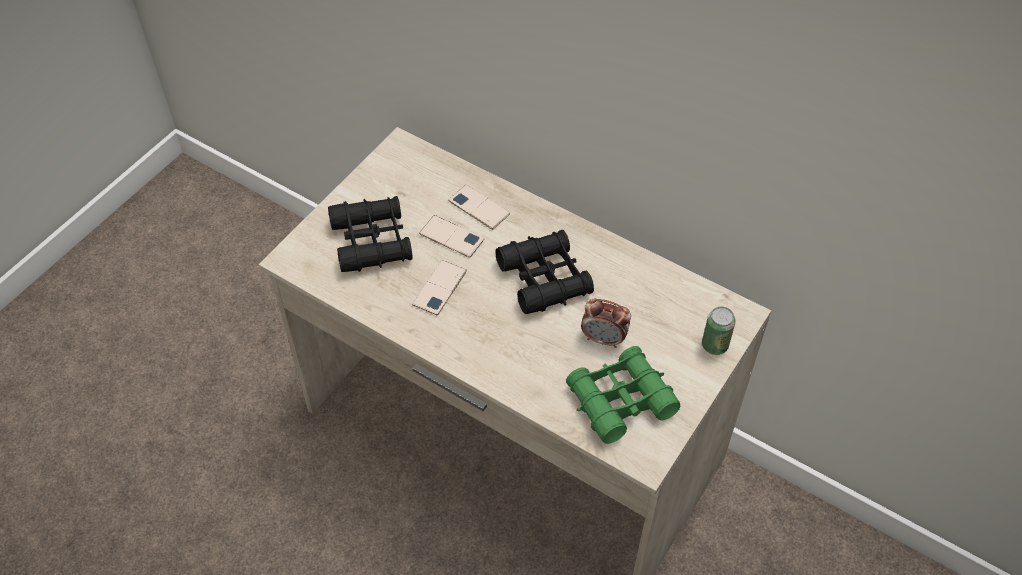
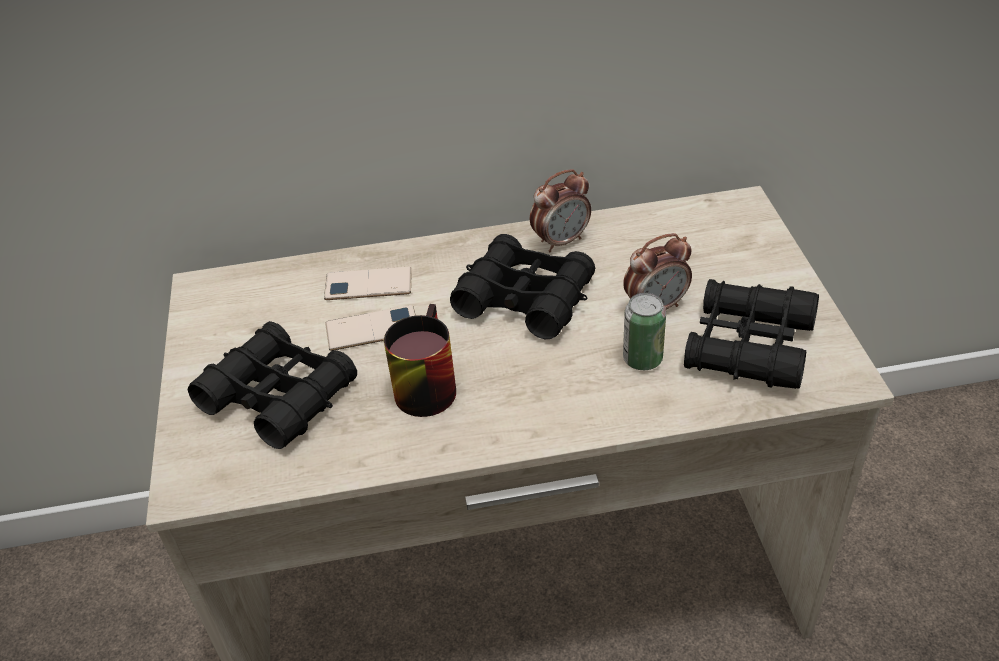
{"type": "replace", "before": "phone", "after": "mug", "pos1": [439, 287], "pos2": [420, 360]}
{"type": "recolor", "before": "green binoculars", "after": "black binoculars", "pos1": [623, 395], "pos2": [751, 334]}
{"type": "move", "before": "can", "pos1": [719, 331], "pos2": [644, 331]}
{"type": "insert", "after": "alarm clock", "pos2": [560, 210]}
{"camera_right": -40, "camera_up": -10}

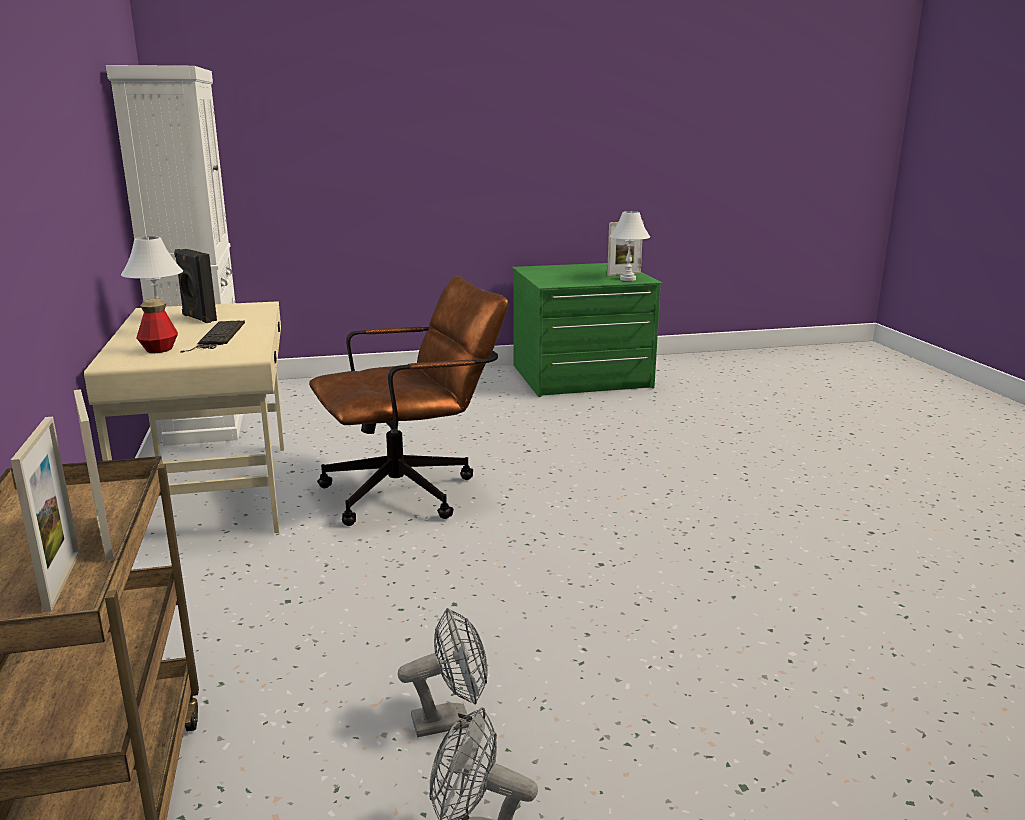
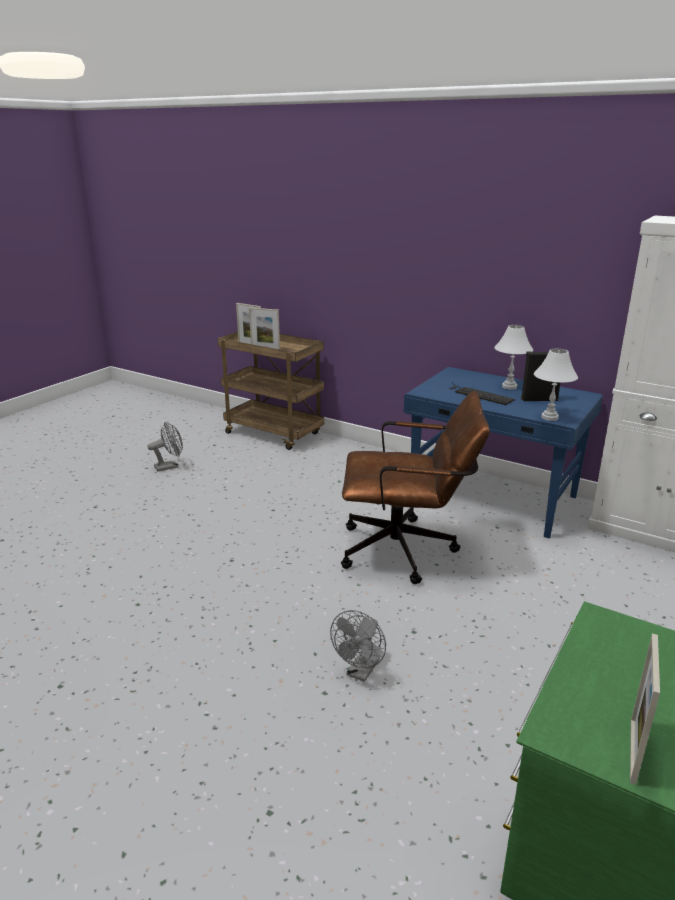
{"type": "recolor", "before": "beige desk", "after": "blue desk", "pos1": [184, 417], "pos2": [503, 453]}
{"type": "delete", "before": "bottle", "pos1": [157, 325]}
{"type": "rotate", "before": "brown office chair", "pos1": [409, 401], "pos2": [415, 487], "turn": -105}
{"type": "move", "before": "grey fan", "pos1": [443, 672], "pos2": [358, 646]}
{"type": "move", "before": "white table lamp", "pos1": [630, 246], "pos2": [556, 385]}
{"camera_right": 135, "camera_up": 5}

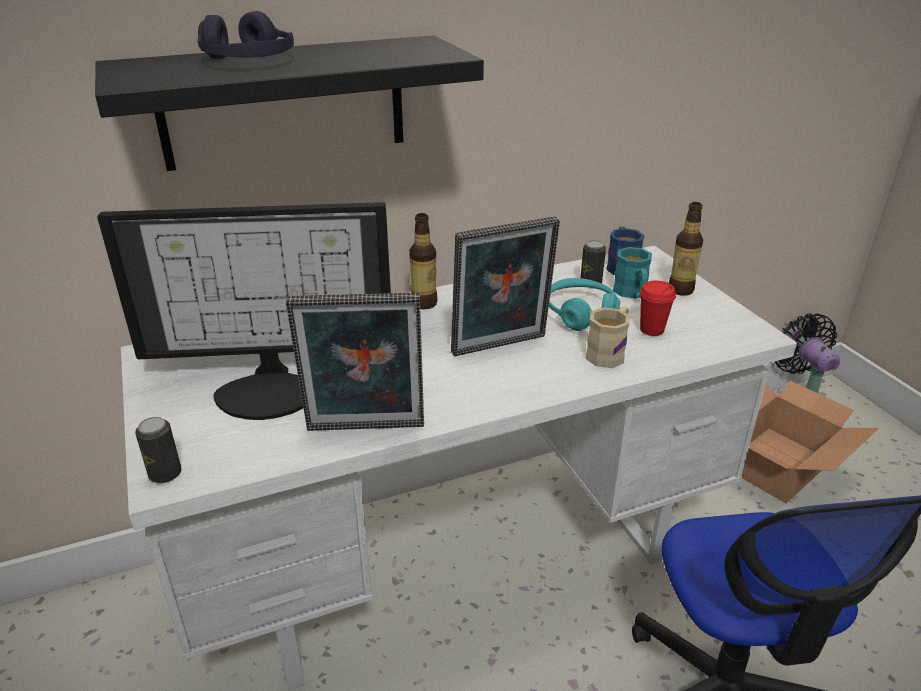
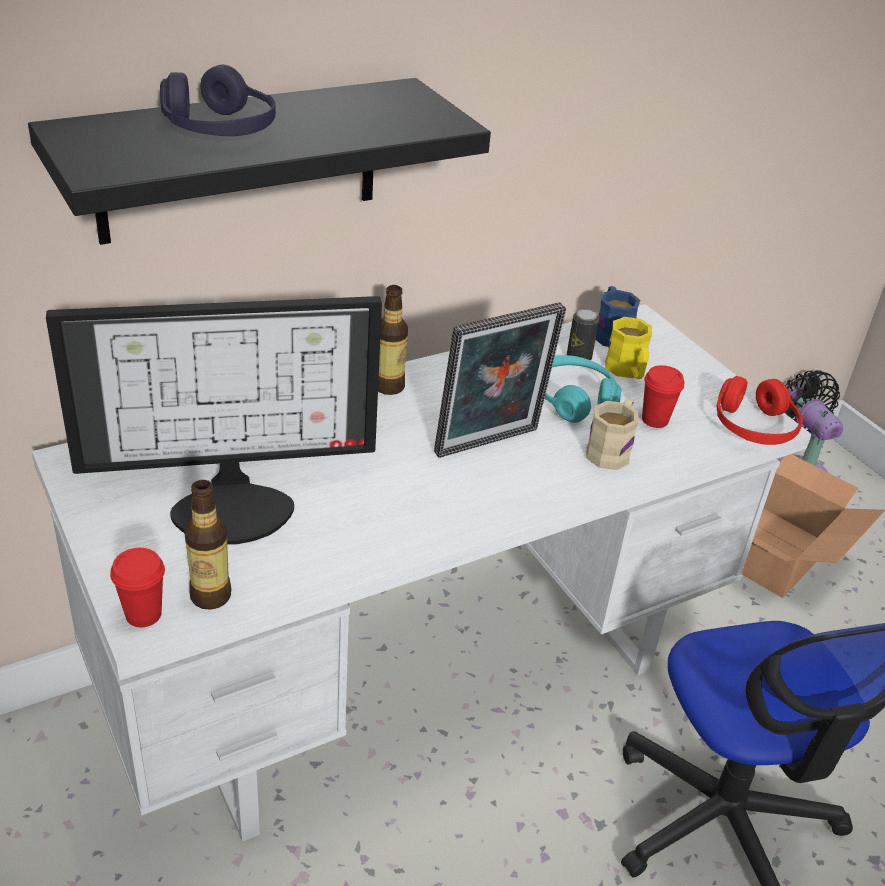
{"type": "replace", "before": "can", "after": "red cup", "pos1": [158, 450], "pos2": [137, 587]}
{"type": "delete", "before": "picture frame", "pos1": [355, 362]}
{"type": "recolor", "before": "turquoise mug", "after": "yellow mug", "pos1": [632, 272], "pos2": [628, 348]}
{"type": "move", "before": "bottle", "pos1": [686, 249], "pos2": [207, 545]}
{"type": "insert", "after": "red headphones", "pos2": [760, 410]}
{"camera_right": -10, "camera_up": 5}

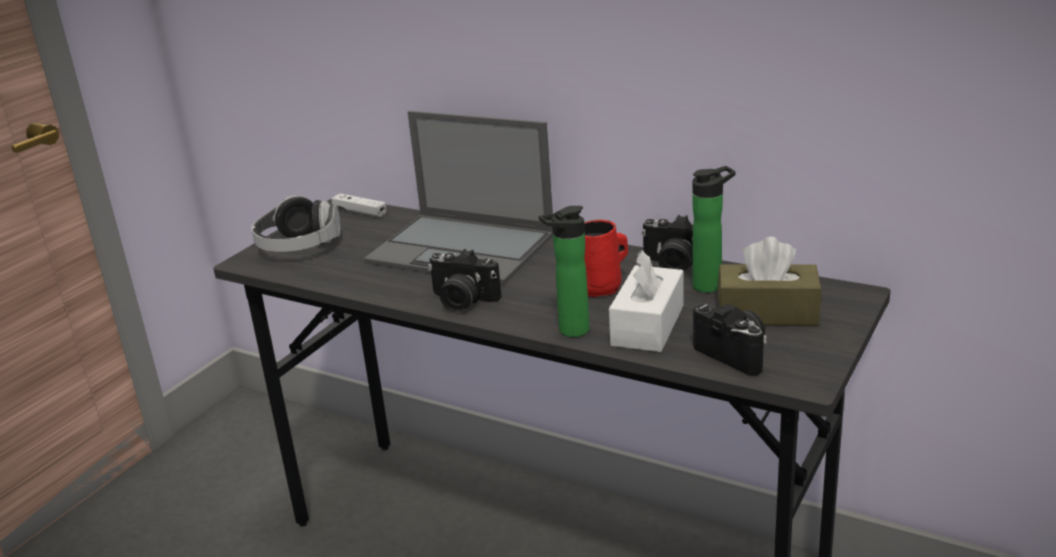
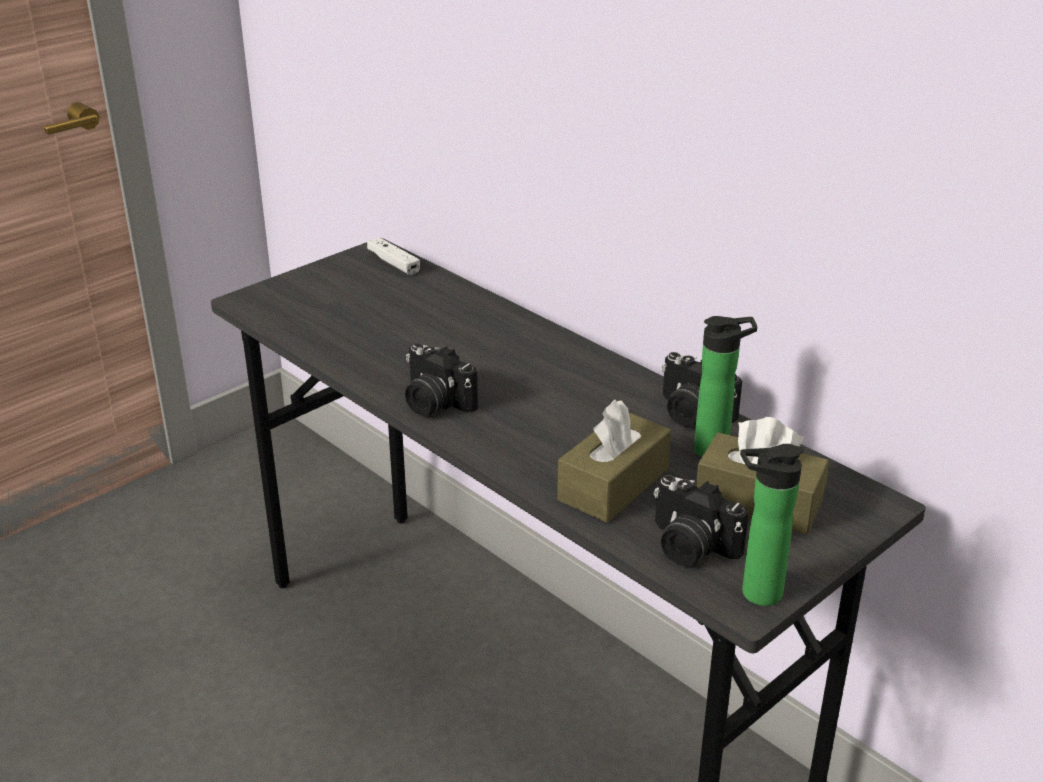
{"type": "delete", "before": "headphones", "pos1": [295, 223]}
{"type": "delete", "before": "laptop", "pos1": [458, 198]}
{"type": "move", "before": "bottle", "pos1": [563, 271], "pos2": [772, 525]}
{"type": "delete", "before": "red mug", "pos1": [606, 258]}
{"type": "recolor", "before": "white tissue box", "after": "brown tissue box", "pos1": [646, 301], "pos2": [614, 461]}
{"type": "rotate", "before": "photo camera", "pos1": [730, 339], "pos2": [701, 520], "turn": 150}
{"camera_right": 15, "camera_up": 5}

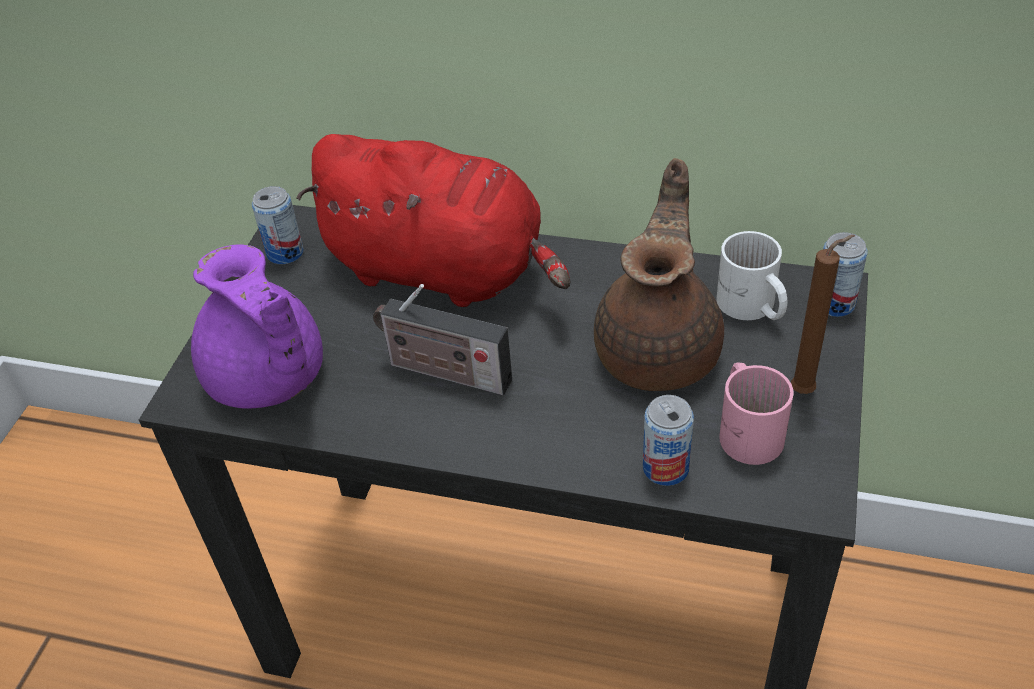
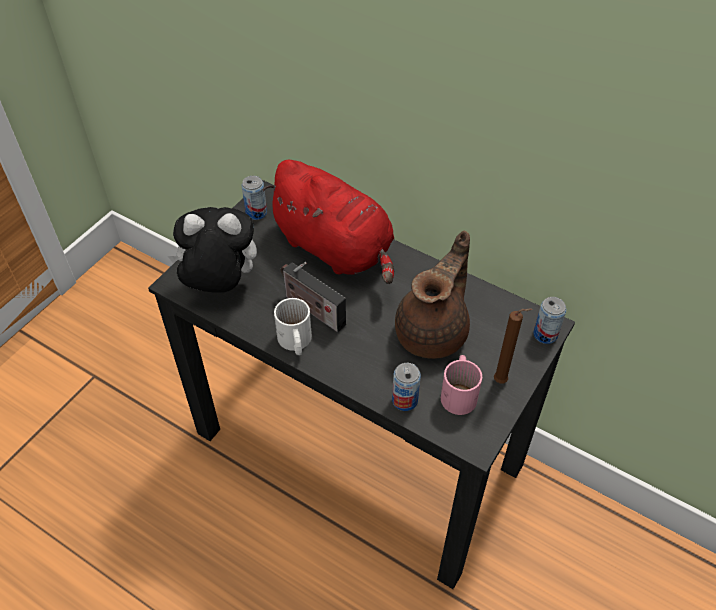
{"type": "replace", "before": "purple teapot", "after": "plush toy", "pos1": [257, 326], "pos2": [212, 250]}
{"type": "move", "before": "white mug", "pos1": [752, 275], "pos2": [293, 326]}
{"camera_right": 15, "camera_up": 5}

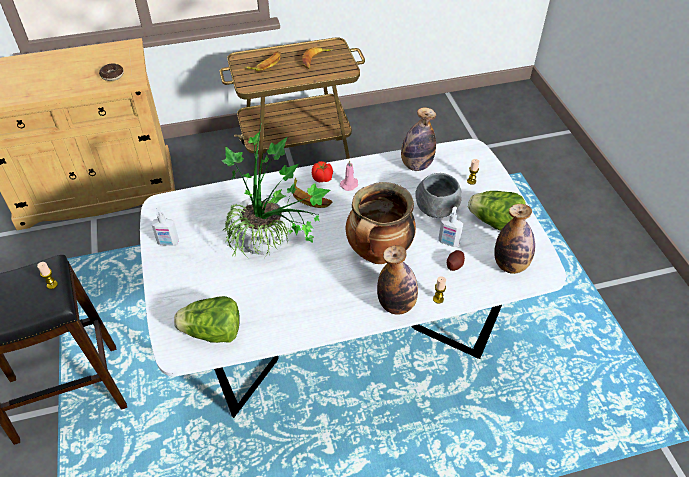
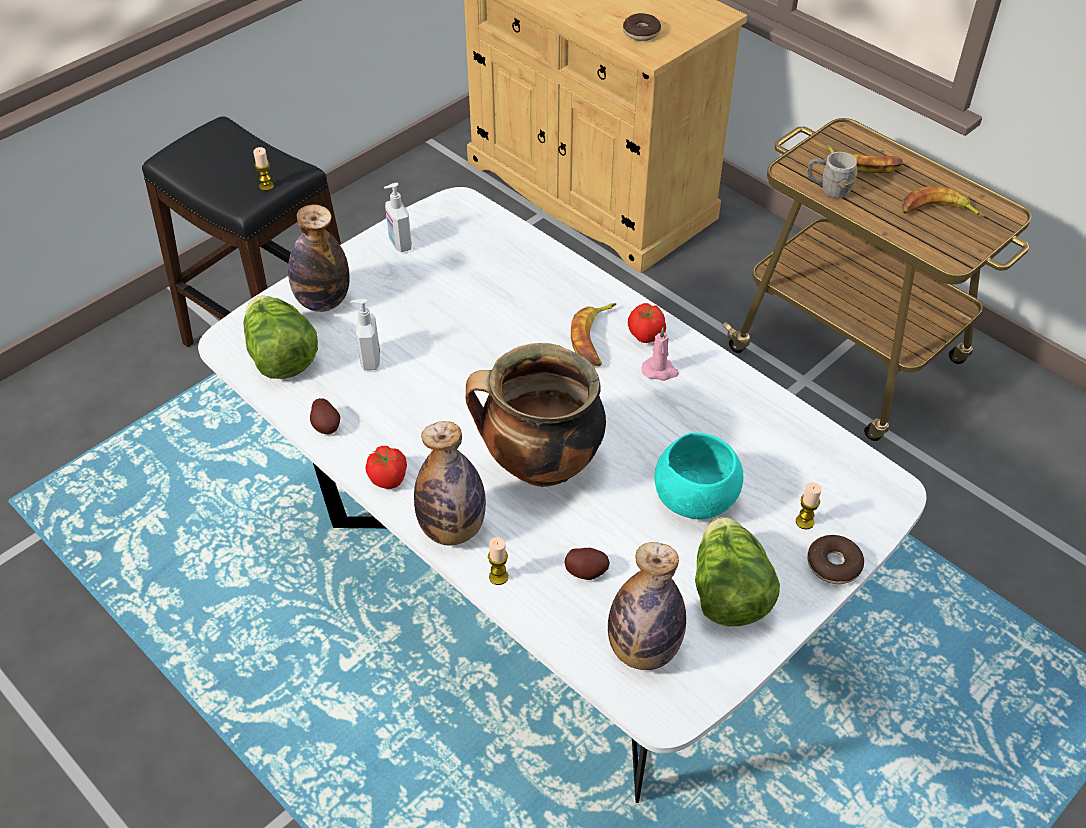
{"type": "delete", "before": "potted plant", "pos1": [276, 190]}
{"type": "move", "before": "bottle", "pos1": [418, 139], "pos2": [319, 258]}
{"type": "recolor", "before": "grey bowl", "after": "turquoise bowl", "pos1": [439, 195], "pos2": [699, 476]}
{"type": "move", "before": "soap dispenser", "pos1": [450, 227], "pos2": [365, 334]}
{"type": "insert", "after": "potato", "pos2": [325, 416]}
{"type": "insert", "after": "tomato", "pos2": [386, 467]}
{"type": "insert", "after": "grey mug", "pos2": [832, 175]}
{"type": "insert", "after": "donut", "pos2": [835, 559]}
{"camera_right": 60, "camera_up": 0}

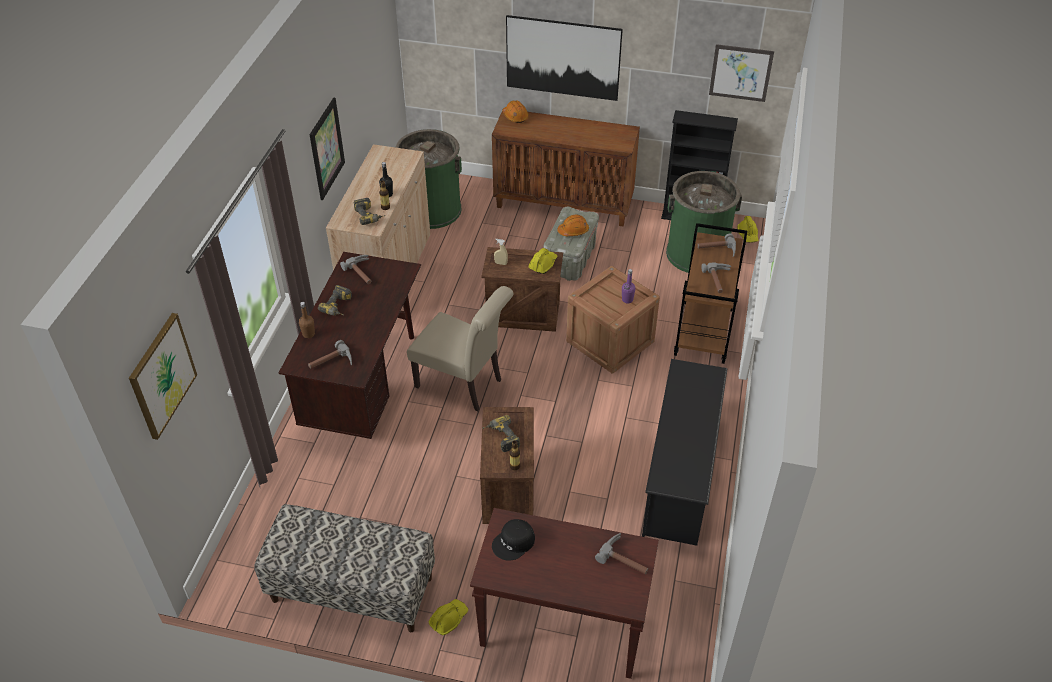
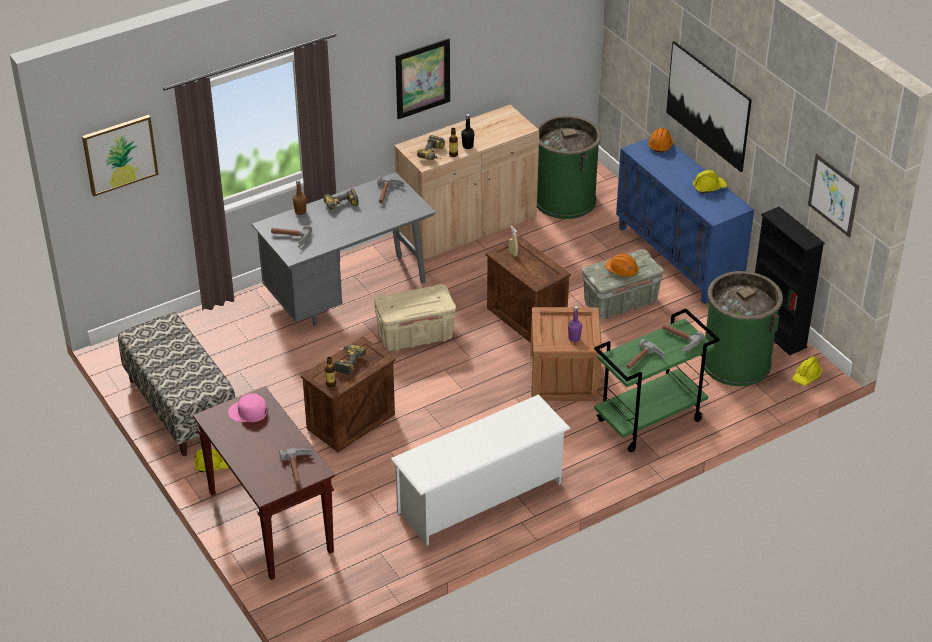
{"type": "recolor", "before": "brown desk", "after": "grey desk", "pos1": [350, 345], "pos2": [344, 248]}
{"type": "replace", "before": "beige chair", "after": "beige storage box", "pos1": [460, 348], "pos2": [415, 317]}
{"type": "recolor", "before": "brown cabinet", "after": "blue cabinet", "pos1": [566, 167], "pos2": [685, 221]}
{"type": "recolor", "before": "black cap", "after": "pink cap", "pos1": [513, 540], "pos2": [247, 407]}
{"type": "move", "before": "yellow hard hat", "pos1": [543, 261], "pos2": [710, 182]}
{"type": "recolor", "before": "black shoe rack", "after": "white shoe rack", "pos1": [685, 452], "pos2": [481, 470]}
{"type": "recolor", "before": "brown cart", "after": "green cart", "pos1": [710, 293], "pos2": [657, 380]}
{"camera_right": 45, "camera_up": -5}

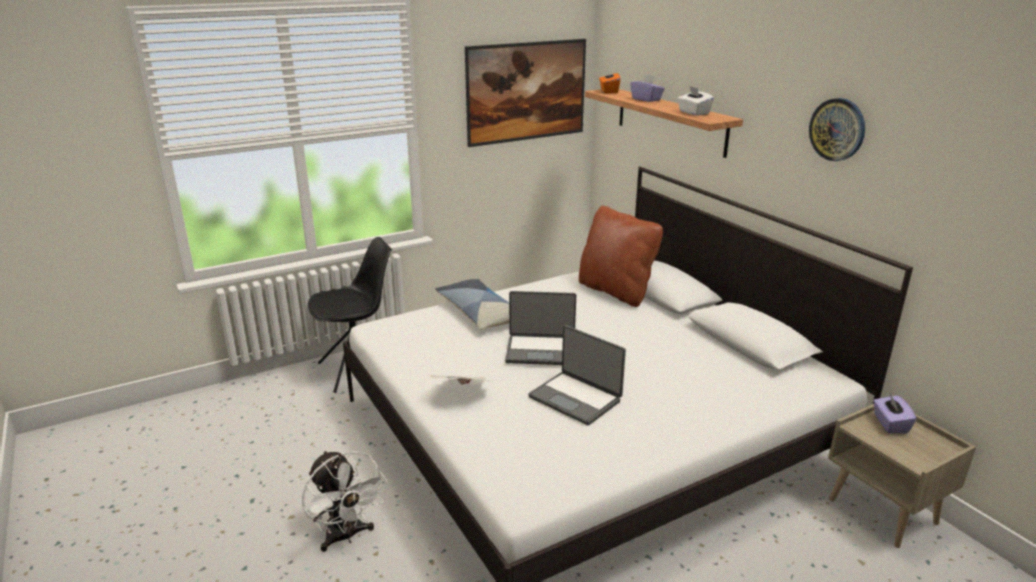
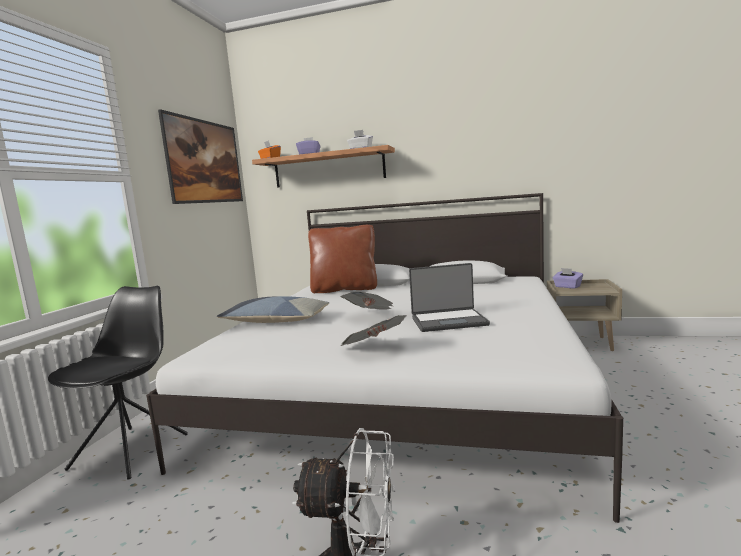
{"type": "replace", "before": "laptop", "after": "newspaper", "pos1": [540, 328], "pos2": [367, 301]}
{"type": "delete", "before": "wall clock", "pos1": [837, 129]}
{"camera_right": -45, "camera_up": -15}

